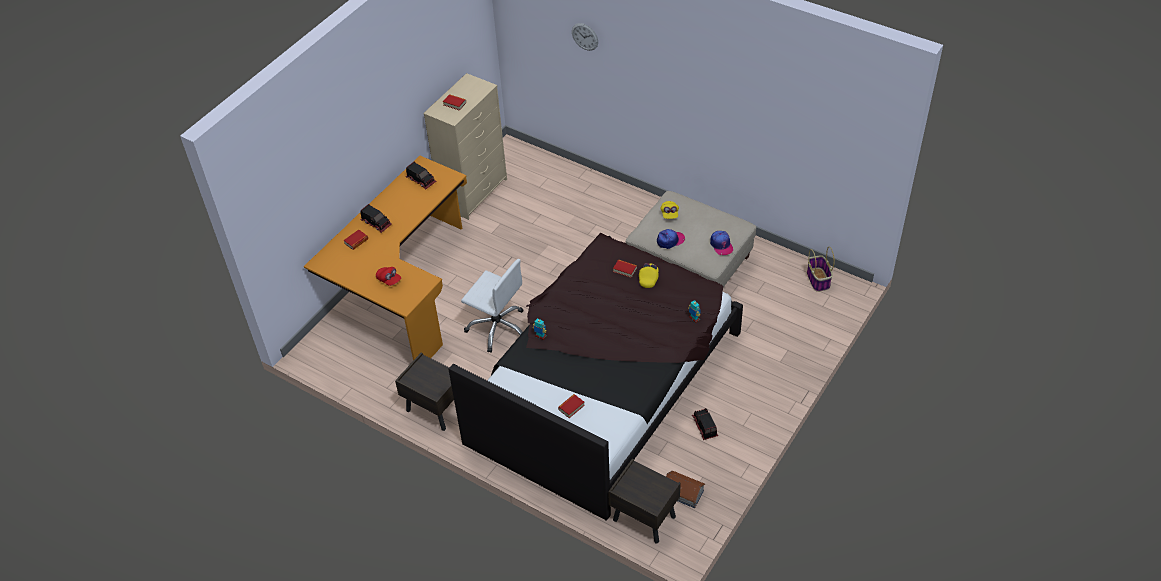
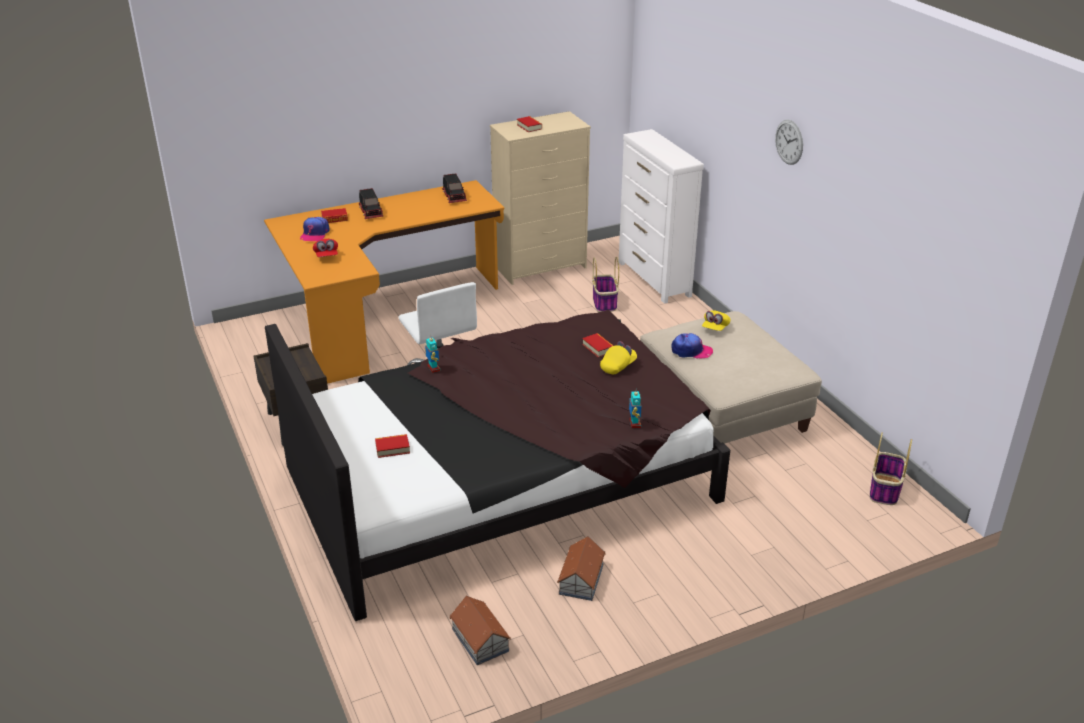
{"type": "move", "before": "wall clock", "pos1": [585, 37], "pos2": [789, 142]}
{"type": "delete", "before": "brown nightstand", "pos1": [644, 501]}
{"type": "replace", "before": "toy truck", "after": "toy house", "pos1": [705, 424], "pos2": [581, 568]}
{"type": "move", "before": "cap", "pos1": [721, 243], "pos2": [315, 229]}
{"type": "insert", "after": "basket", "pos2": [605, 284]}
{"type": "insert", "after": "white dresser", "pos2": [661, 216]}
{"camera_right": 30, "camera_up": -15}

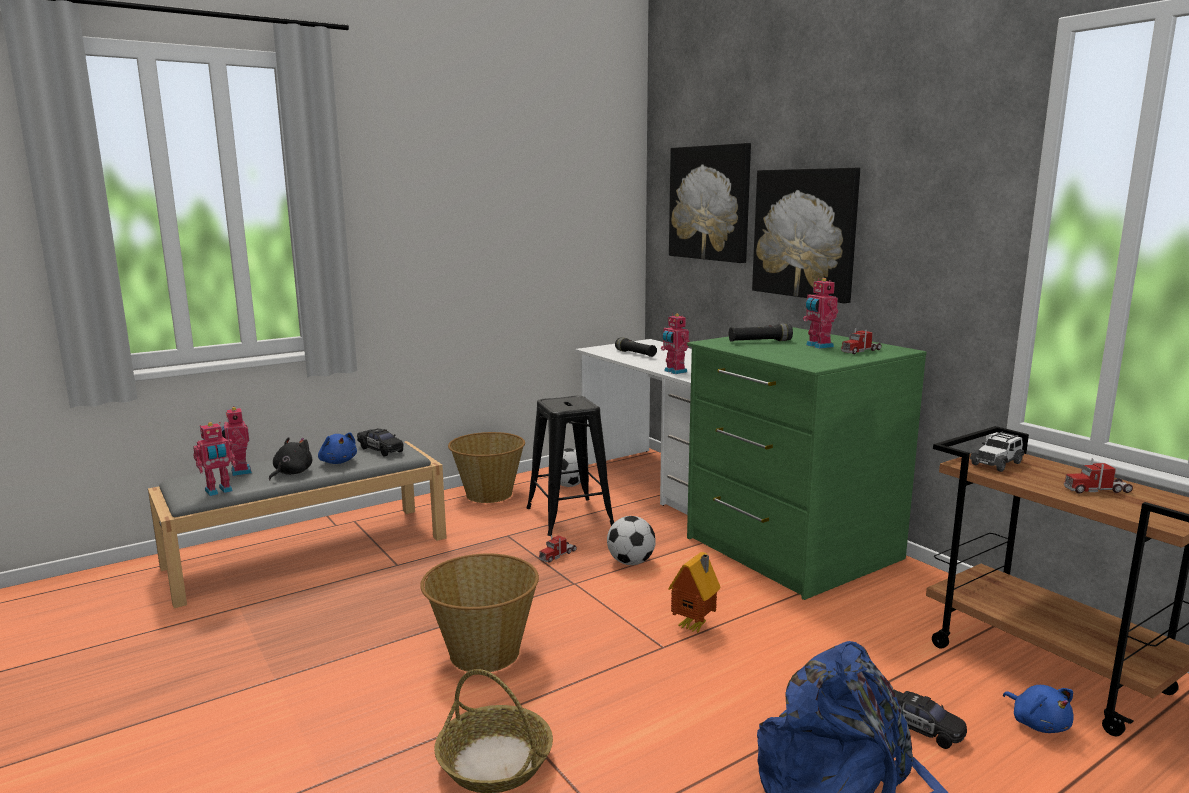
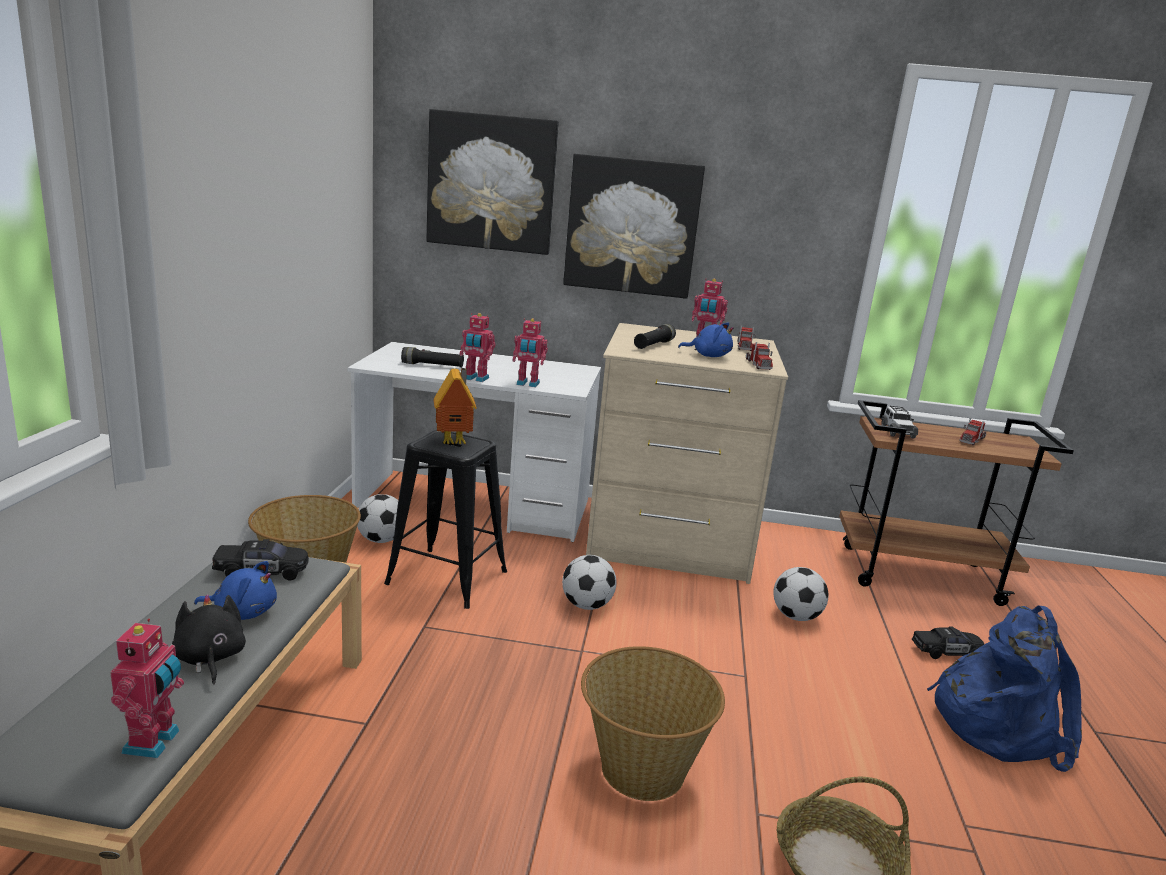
{"type": "move", "before": "toy robot", "pos1": [236, 441], "pos2": [478, 347]}
{"type": "move", "before": "toy truck", "pos1": [558, 549], "pos2": [759, 356]}
{"type": "move", "before": "toy house", "pos1": [694, 592], "pos2": [455, 406]}
{"type": "recolor", "before": "green dresser", "after": "beige dresser", "pos1": [807, 463], "pos2": [687, 453]}
{"type": "move", "before": "blue plush toy", "pos1": [1038, 709], "pos2": [706, 340]}
{"type": "insert", "after": "football", "pos2": [800, 594]}
{"camera_right": -50, "camera_up": 5}

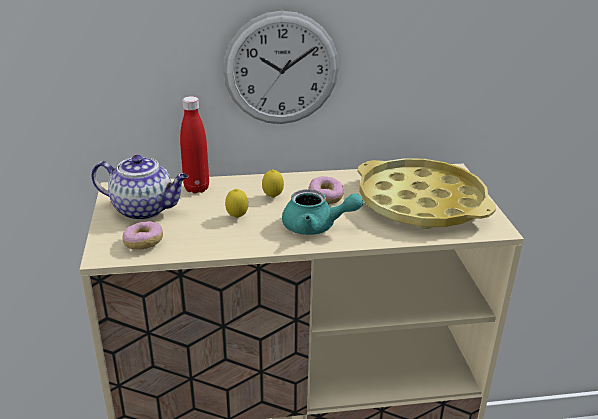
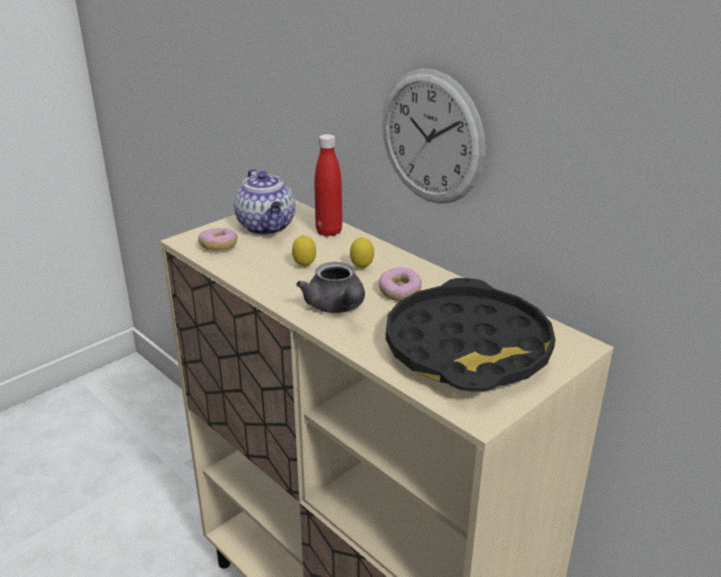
{"type": "recolor", "before": "turquoise teapot", "after": "grey teapot", "pos1": [322, 212], "pos2": [330, 287]}
{"type": "recolor", "before": "yellow tray", "after": "black tray", "pos1": [427, 193], "pos2": [470, 334]}
{"camera_right": 55, "camera_up": 0}

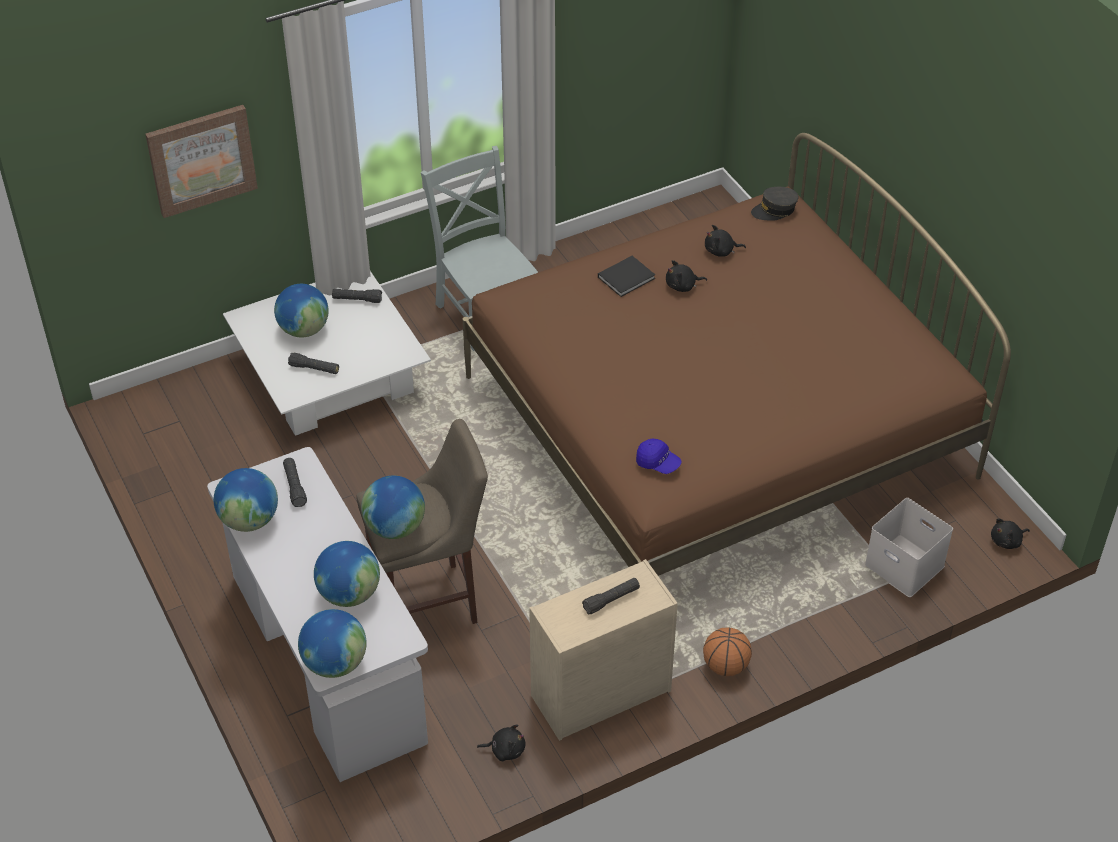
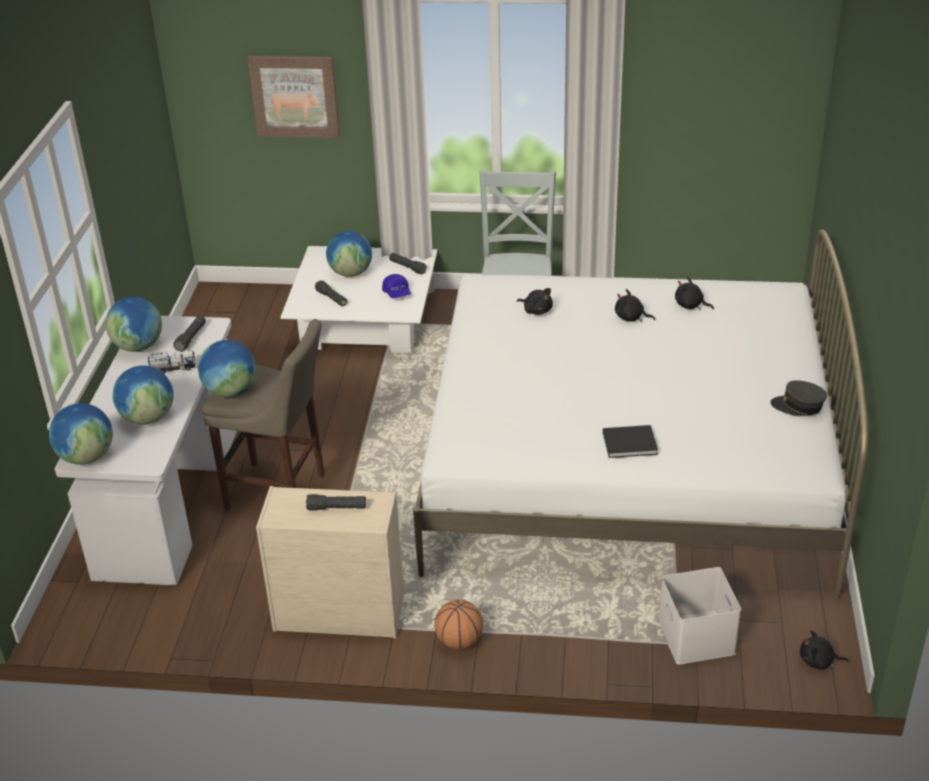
{"type": "recolor", "before": "brown bed", "after": "white bed", "pos1": [737, 354], "pos2": [640, 415]}
{"type": "move", "before": "black plush toy", "pos1": [501, 742], "pos2": [535, 301]}
{"type": "move", "before": "black book", "pos1": [626, 276], "pos2": [630, 441]}
{"type": "move", "before": "blue cap", "pos1": [659, 456], "pos2": [396, 286]}
{"type": "move", "before": "grey cap", "pos1": [775, 204], "pos2": [798, 398]}
{"type": "insert", "after": "toy truck", "pos2": [171, 362]}
{"camera_right": 35, "camera_up": -10}

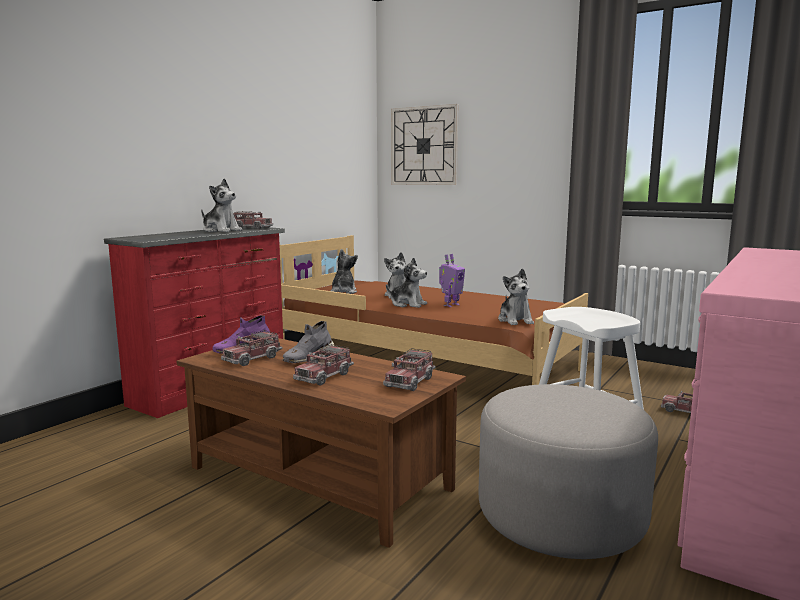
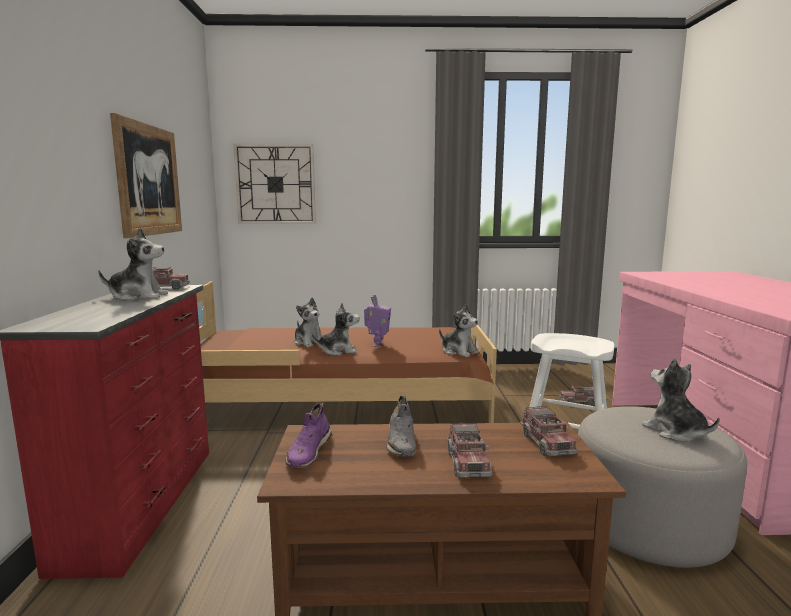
{"type": "delete", "before": "toy truck", "pos1": [251, 348]}
{"type": "move", "before": "plush toy", "pos1": [344, 271], "pos2": [681, 400]}
{"type": "insert", "after": "picture", "pos2": [146, 175]}
{"camera_right": -35, "camera_up": 0}

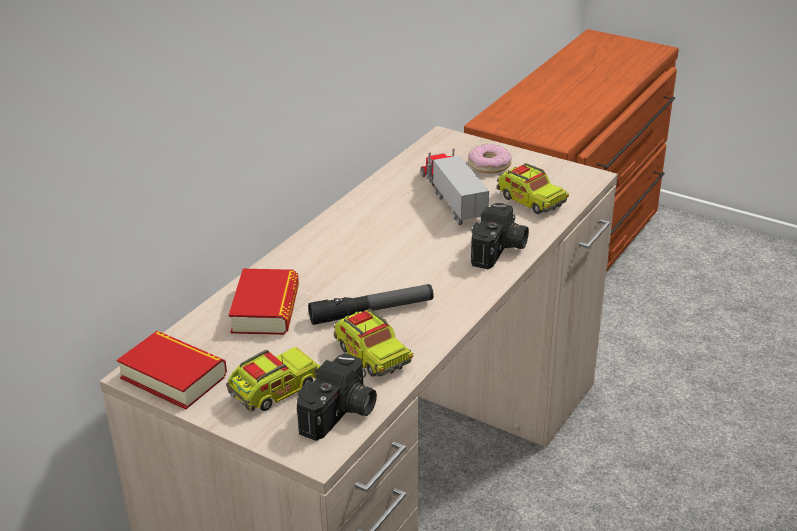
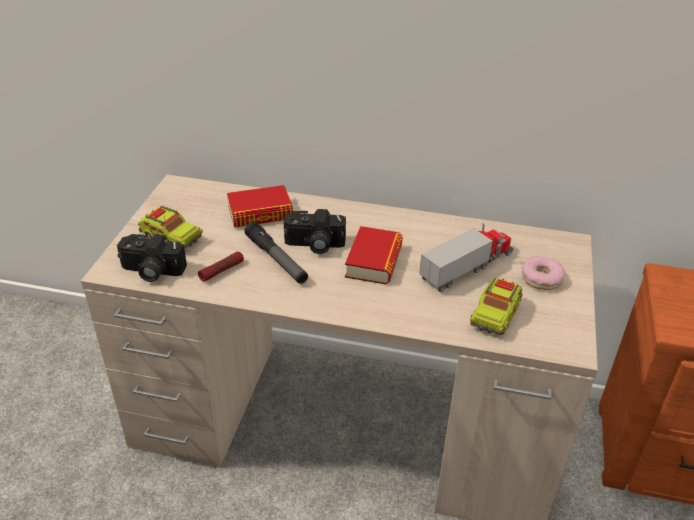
{"type": "move", "before": "book", "pos1": [172, 370], "pos2": [374, 255]}
{"type": "replace", "before": "toy truck", "after": "flashlight", "pos1": [373, 342], "pos2": [221, 266]}
{"type": "move", "before": "photo camera", "pos1": [500, 236], "pos2": [315, 231]}
{"camera_right": 70, "camera_up": 5}

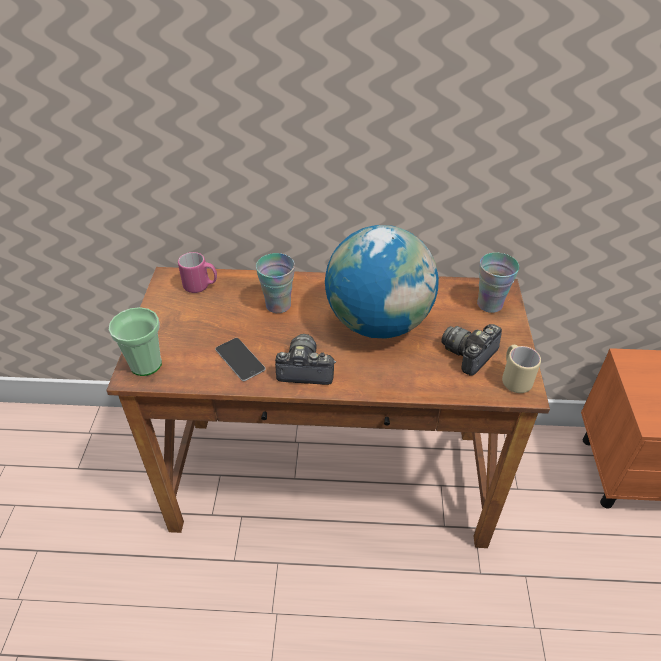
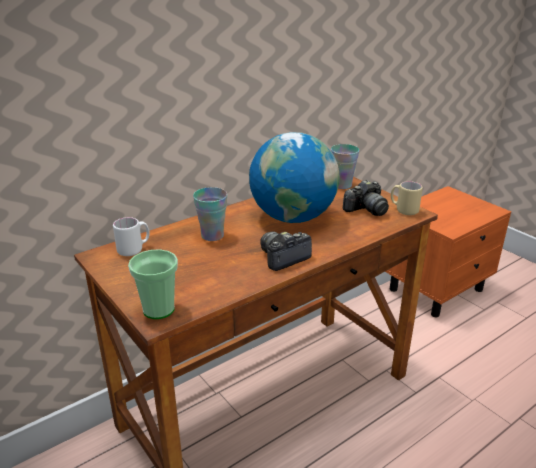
{"type": "recolor", "before": "pink mug", "after": "white mug", "pos1": [197, 272], "pos2": [131, 236]}
{"type": "delete", "before": "phone", "pos1": [240, 359]}
{"type": "rotate", "before": "photo camera", "pos1": [471, 350], "pos2": [366, 198], "turn": -120}
{"camera_right": -40, "camera_up": -15}

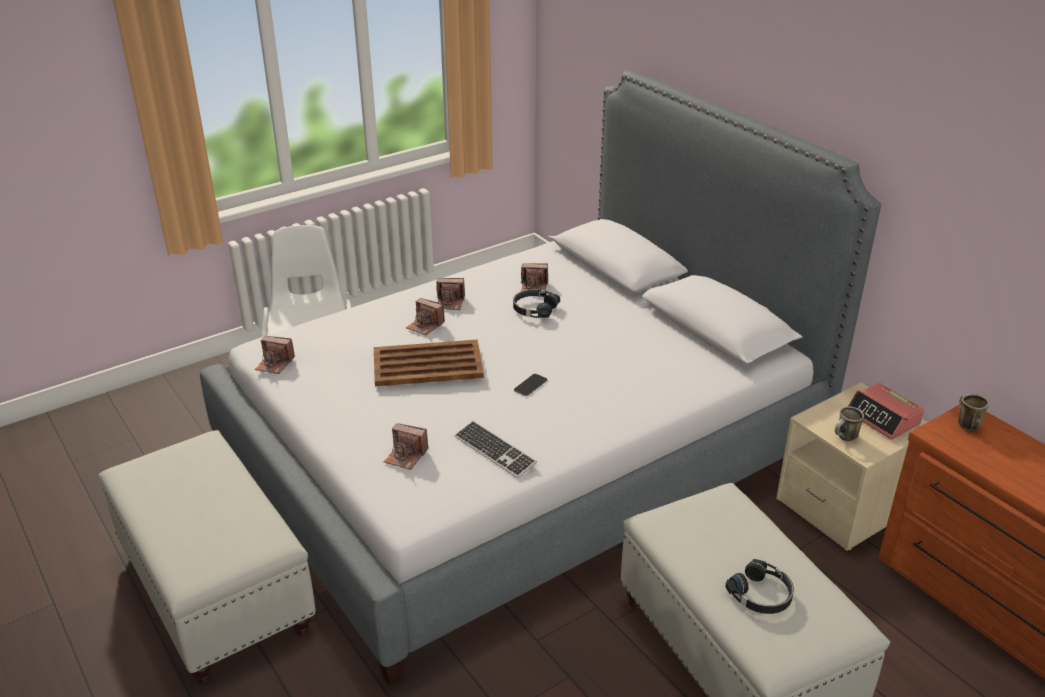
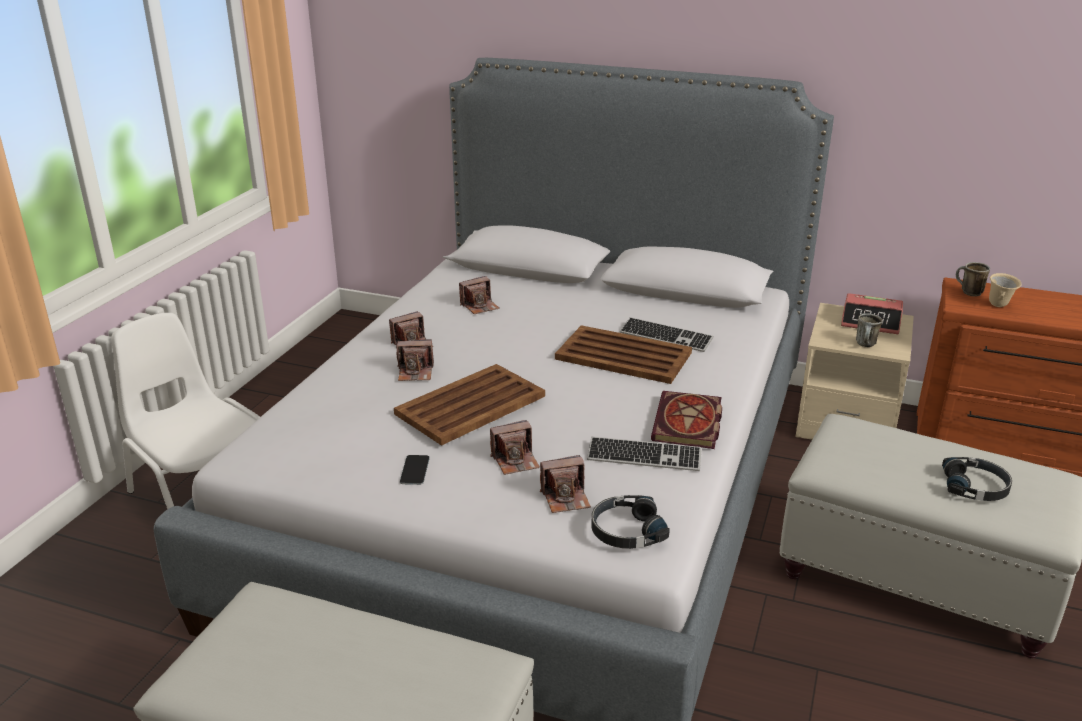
{"type": "move", "before": "photo camera", "pos1": [275, 355], "pos2": [515, 447]}
{"type": "move", "before": "black headphones", "pos1": [536, 303], "pos2": [630, 522]}
{"type": "move", "before": "phone", "pos1": [530, 385], "pos2": [415, 470]}
{"type": "insert", "after": "brown tray", "pos2": [623, 354]}
{"type": "insert", "after": "keyboard", "pos2": [667, 334]}
{"type": "insert", "after": "book", "pos2": [686, 420]}
{"type": "insert", "after": "beige mug", "pos2": [1005, 290]}
{"camera_right": -35, "camera_up": -5}

